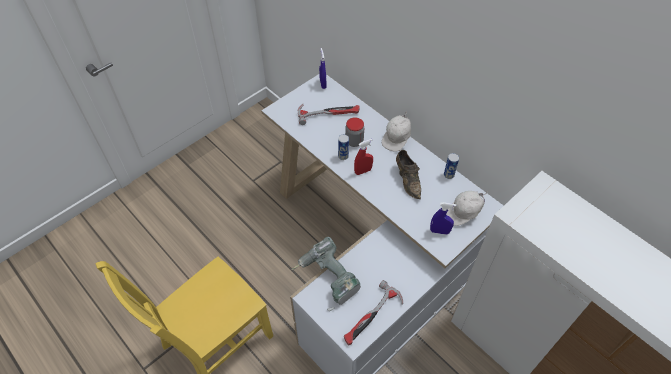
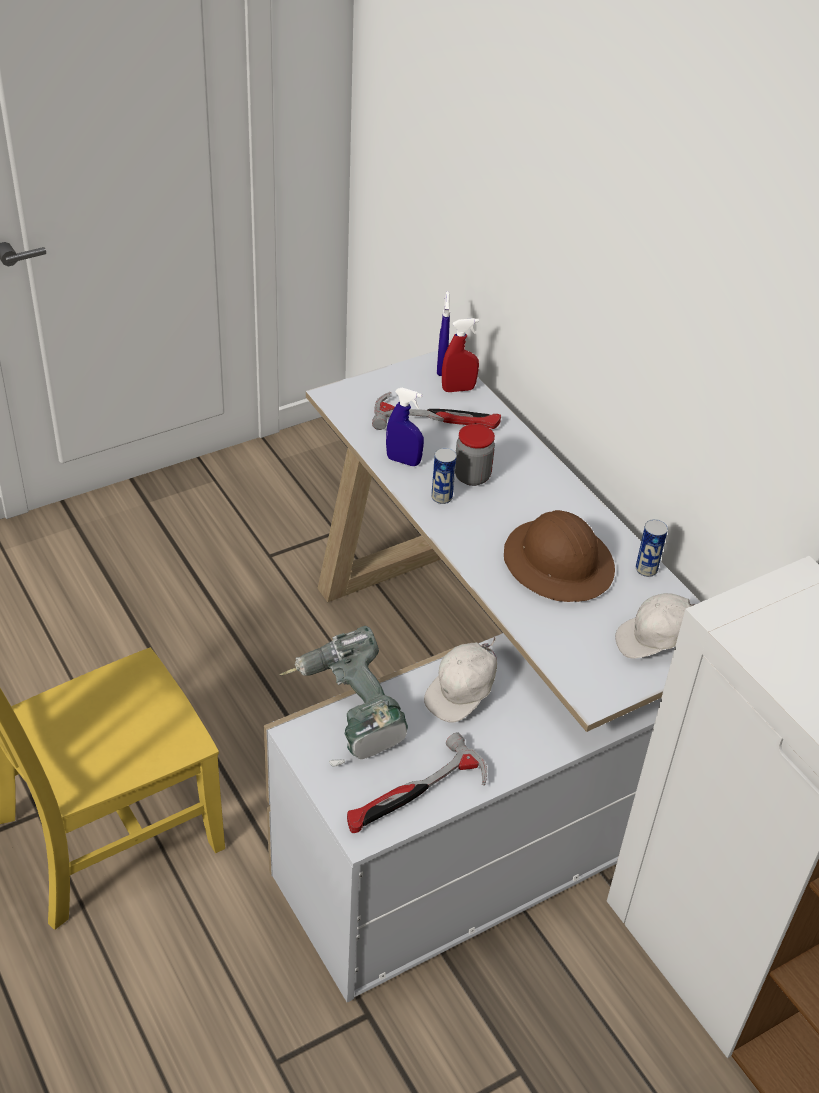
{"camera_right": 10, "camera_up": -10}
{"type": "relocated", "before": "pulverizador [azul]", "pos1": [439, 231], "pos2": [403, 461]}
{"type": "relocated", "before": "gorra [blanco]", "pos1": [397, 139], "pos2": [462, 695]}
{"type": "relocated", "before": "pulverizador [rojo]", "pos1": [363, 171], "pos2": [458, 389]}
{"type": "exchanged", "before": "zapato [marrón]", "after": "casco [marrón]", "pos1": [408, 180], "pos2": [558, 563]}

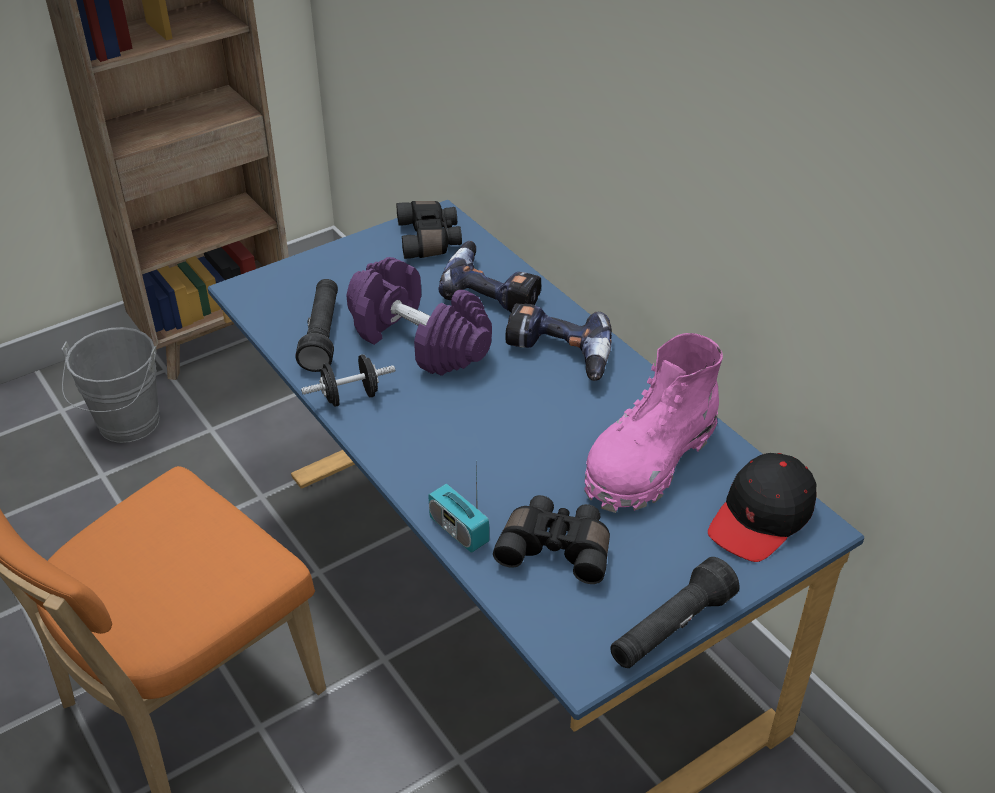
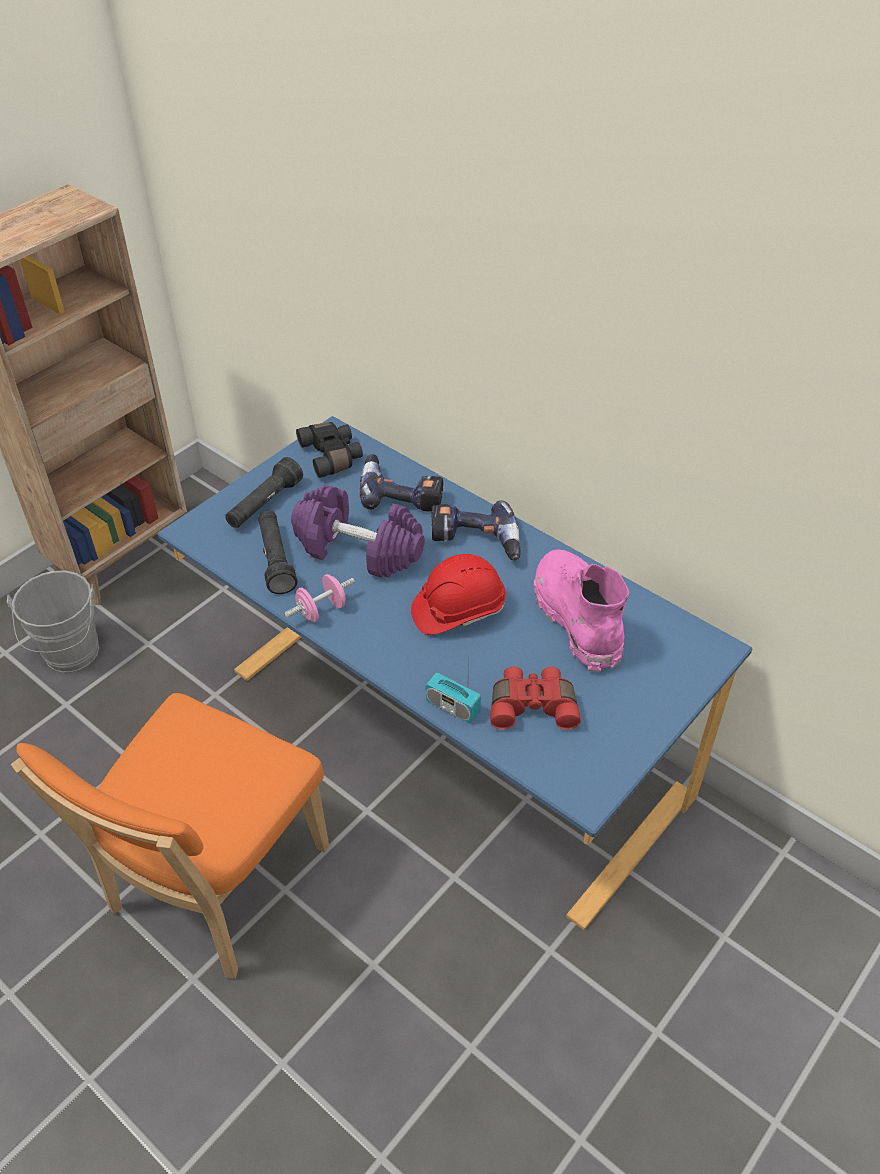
{"camera_right": -15, "camera_up": 5}
{"type": "relocated", "before": "linterna [negro]", "pos1": [670, 629], "pos2": [264, 504]}
{"type": "colour", "before": "mancuerna [negro]", "after": "mancuerna [rosa]", "pos1": [350, 397], "pos2": [321, 610]}
{"type": "appeared", "after": "casco [rojo]", "pos2": [458, 610]}
{"type": "colour", "before": "prismáticos [negro]", "after": "prismáticos [rojo]", "pos1": [556, 548], "pos2": [533, 705]}
{"type": "spun", "before": "bota [rosa]", "pos1": [649, 461], "pos2": [577, 619], "turn": 135}
{"type": "missing", "before": "gorra [negro]", "pos1": [761, 518]}

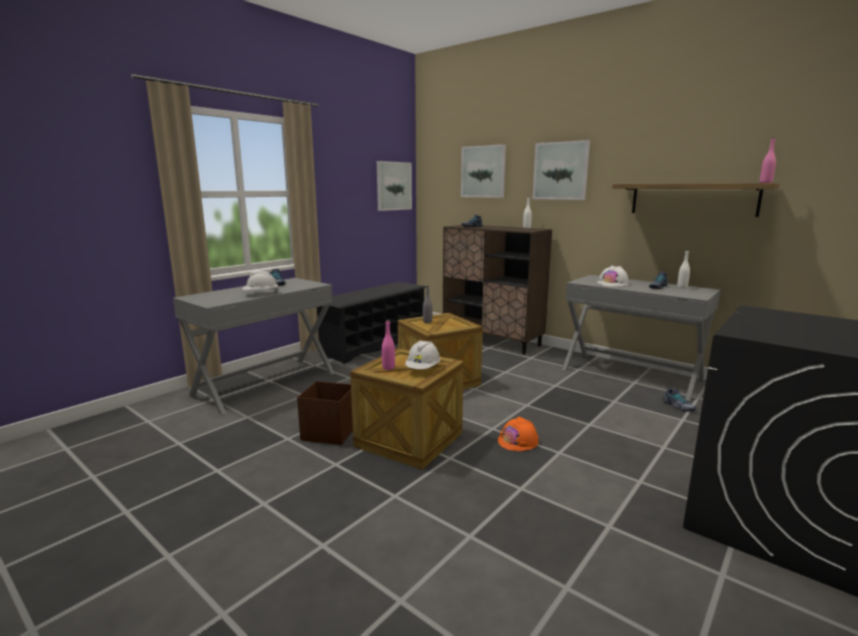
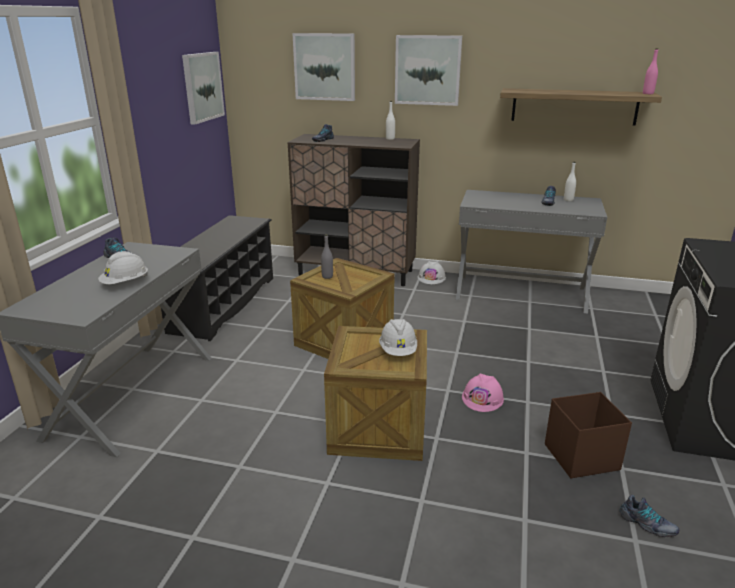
{"camera_right": -25, "camera_up": 10}
{"type": "relocated", "before": "casco [blanco]", "pos1": [612, 283], "pos2": [431, 278]}
{"type": "colour", "before": "casco [naranja]", "after": "casco [rosa]", "pos1": [518, 441], "pos2": [482, 398]}
{"type": "relocated", "before": "caja de almacenaje [marrón]", "pos1": [329, 432], "pos2": [580, 457]}
{"type": "relocated", "before": "zapato", "pos1": [678, 406], "pos2": [647, 524]}
{"type": "missing", "before": "botella [rosa]", "pos1": [388, 368]}

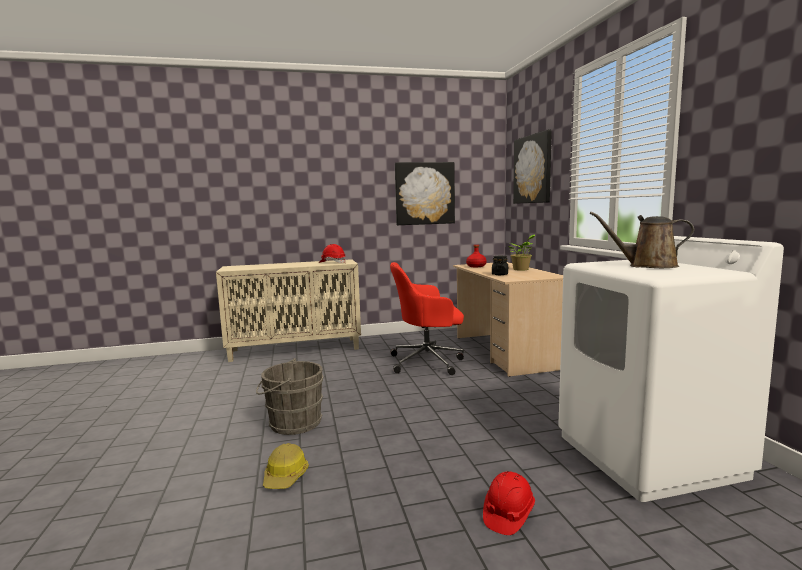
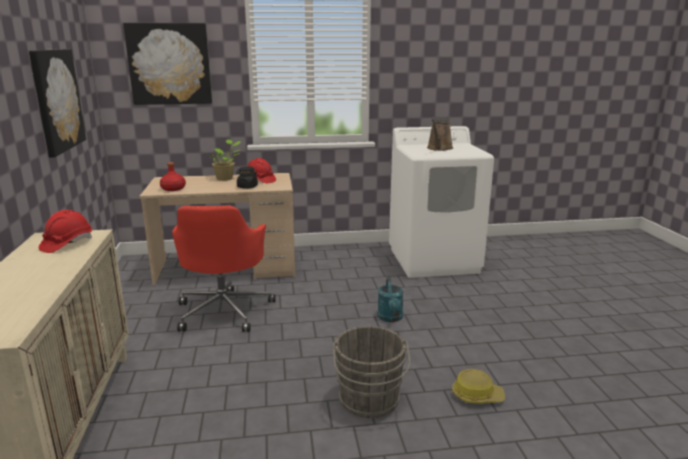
{"camera_right": -85, "camera_up": 10}
{"type": "relocated", "before": "casco [rojo]", "pos1": [508, 514], "pos2": [260, 180]}
{"type": "appeared", "after": "regadera [turquesa]", "pos2": [391, 318]}

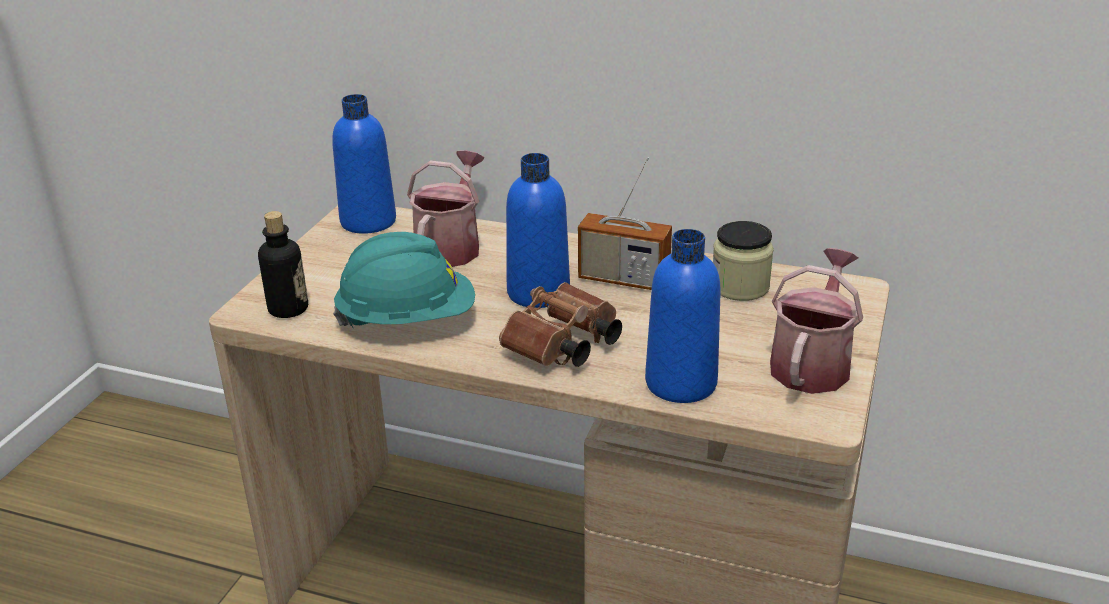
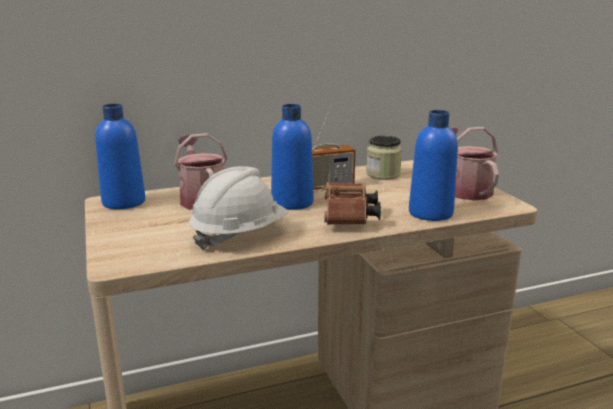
{"camera_right": -40, "camera_up": -10}
{"type": "colour", "before": "casco [turquesa]", "after": "casco [blanco]", "pos1": [408, 320], "pos2": [239, 235]}
{"type": "missing", "before": "botella", "pos1": [288, 309]}

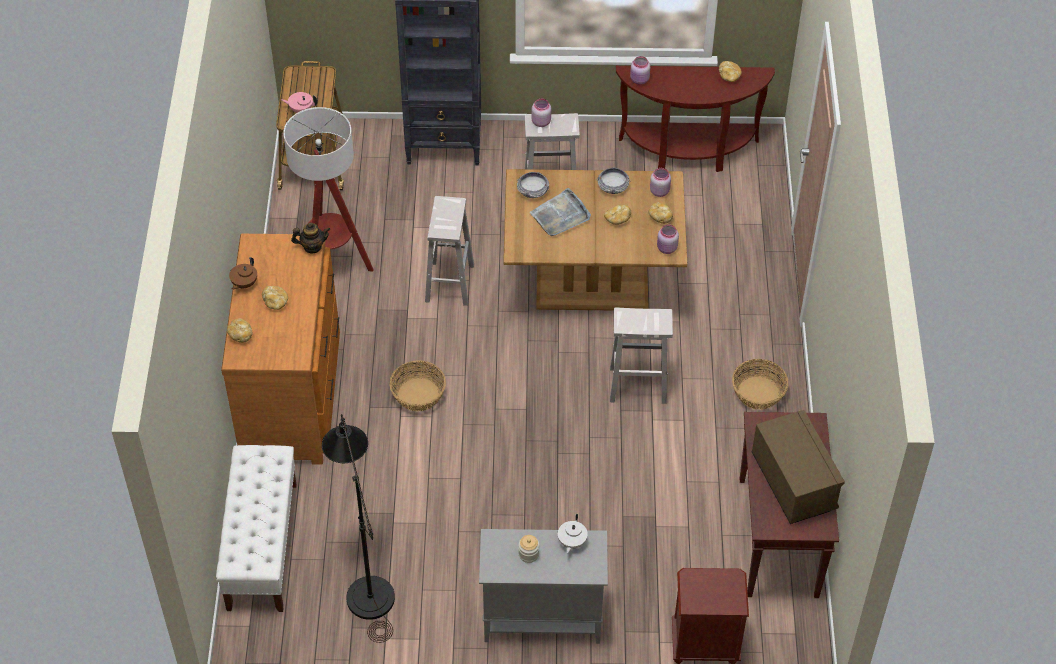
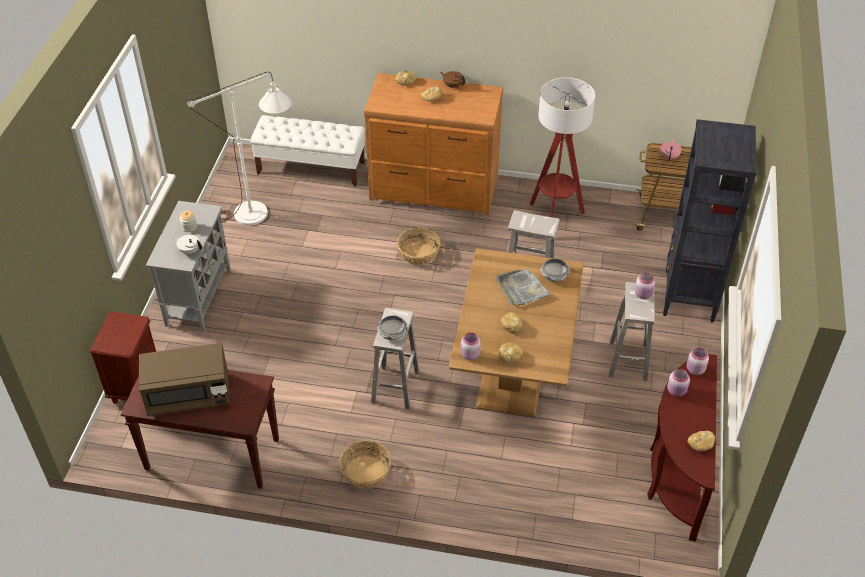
{"camera_right": 100, "camera_up": -5}
{"type": "colour", "before": "lámpara de pie [negro]", "after": "lámpara de pie [blanco]", "pos1": [367, 586], "pos2": [261, 213]}
{"type": "relocated", "before": "cuenco", "pos1": [613, 186], "pos2": [392, 333]}
{"type": "relocated", "before": "tarro [rosa]", "pos1": [659, 191], "pos2": [677, 391]}
{"type": "missing", "before": "tetera", "pos1": [312, 247]}

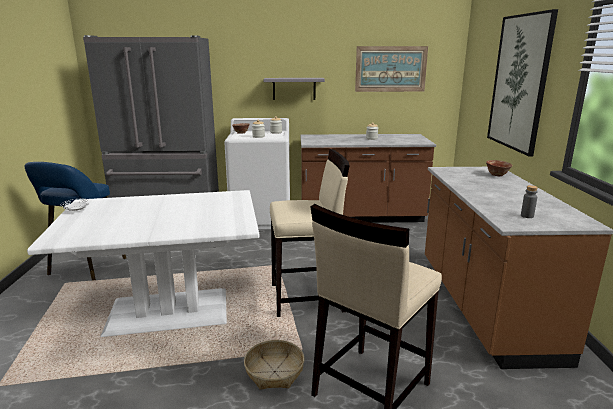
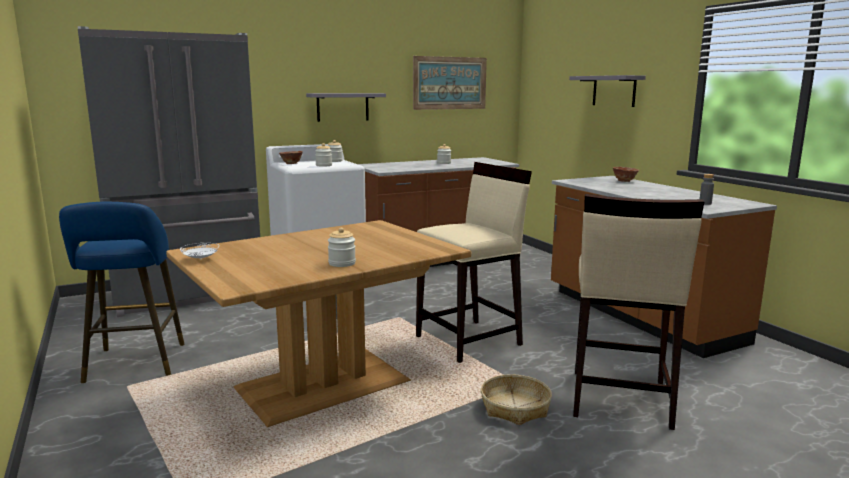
{"camera_right": -25, "camera_up": -5}
{"type": "colour", "before": "mesa de comedor [blanco]", "after": "mesa de comedor [marrón]", "pos1": [169, 312], "pos2": [324, 385]}
{"type": "appeared", "after": "tarro", "pos2": [342, 263]}
{"type": "exchanged", "before": "cuadro", "after": "estante [gris]", "pos1": [519, 83], "pos2": [614, 91]}

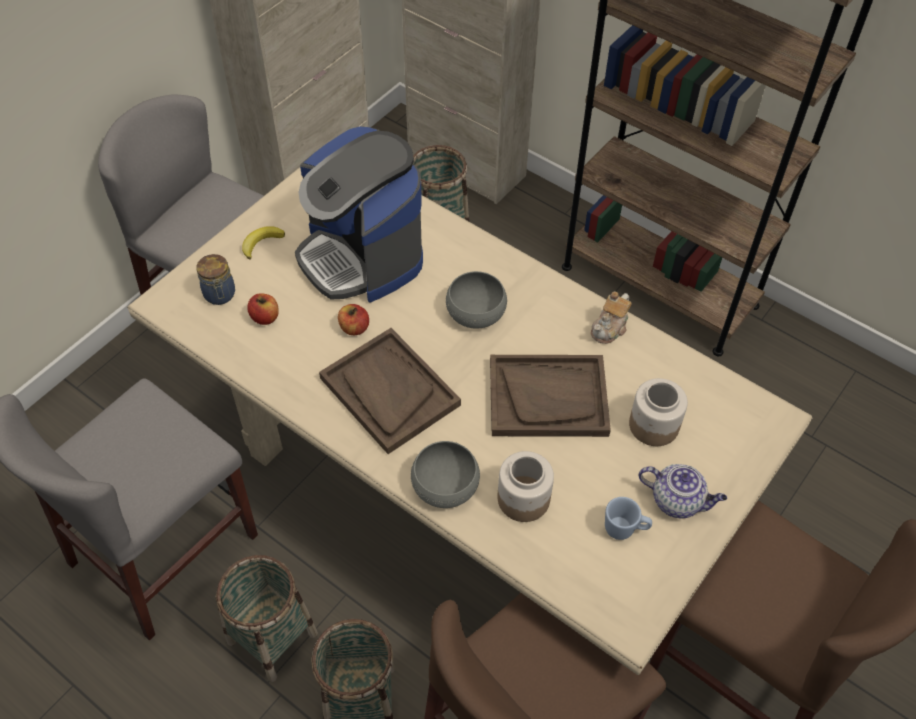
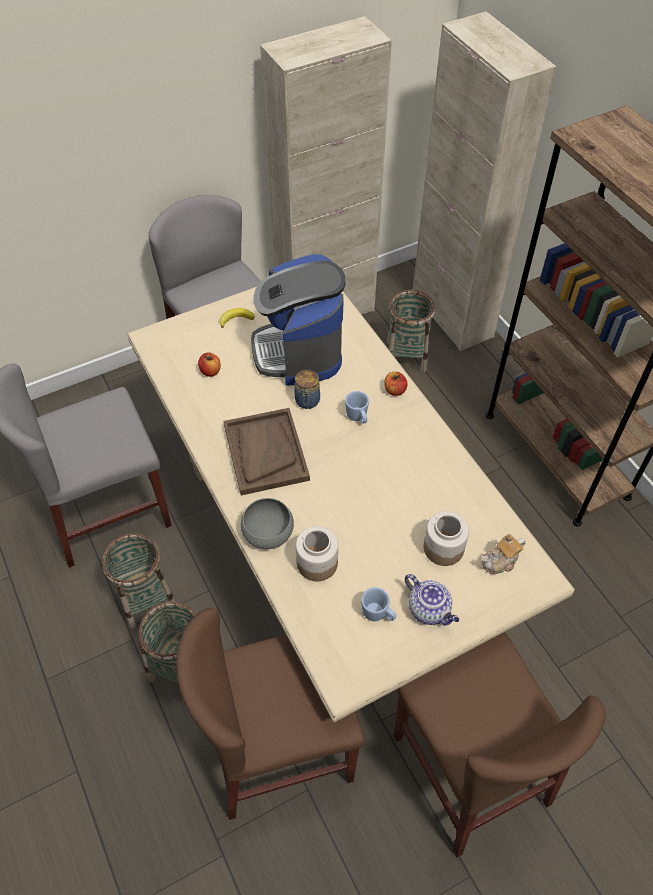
{"camera_right": 25, "camera_up": 0}
{"type": "relocated", "before": "tarro", "pos1": [220, 295], "pos2": [307, 401]}
{"type": "exchanged", "before": "cuenco [gris]", "after": "taza grande [azul]", "pos1": [476, 311], "pos2": [358, 417]}
{"type": "relocated", "before": "manzana", "pos1": [354, 328], "pos2": [394, 390]}
{"type": "relocated", "before": "tetera", "pos1": [610, 328], "pos2": [500, 561]}
{"type": "missing", "before": "bandeja [marrón]", "pos1": [548, 397]}

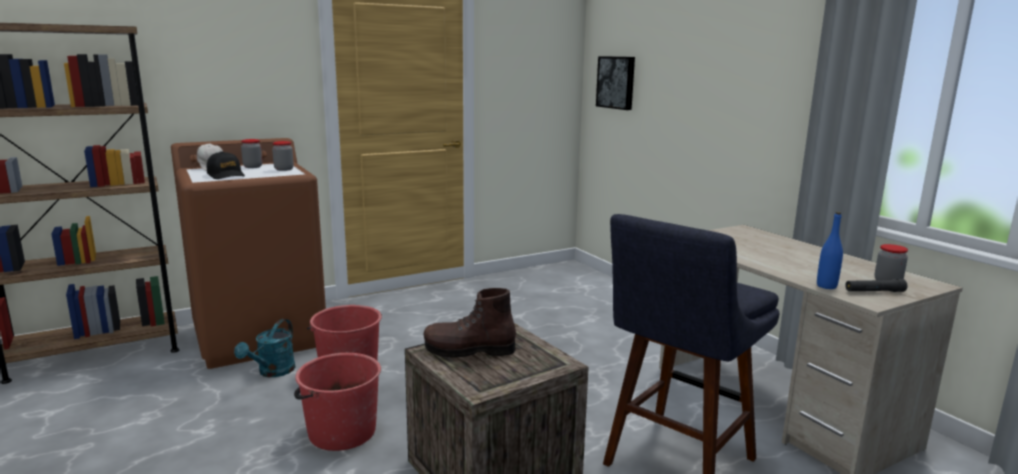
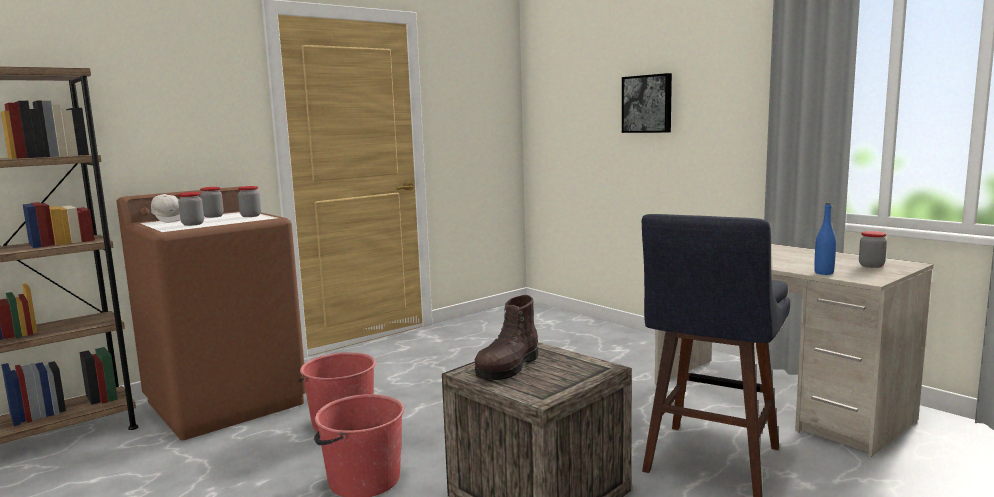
{"camera_right": -10, "camera_up": -5}
{"type": "exchanged", "before": "gorra [negro]", "after": "tarro", "pos1": [226, 175], "pos2": [193, 224]}
{"type": "spun", "before": "bota [marrón]", "pos1": [469, 350], "pos2": [508, 368], "turn": -45}
{"type": "relocated", "before": "cuadro", "pos1": [617, 82], "pos2": [647, 104]}
{"type": "missing", "before": "regadera [turquesa]", "pos1": [272, 372]}
{"type": "missing", "before": "linterna [negro]", "pos1": [874, 291]}

